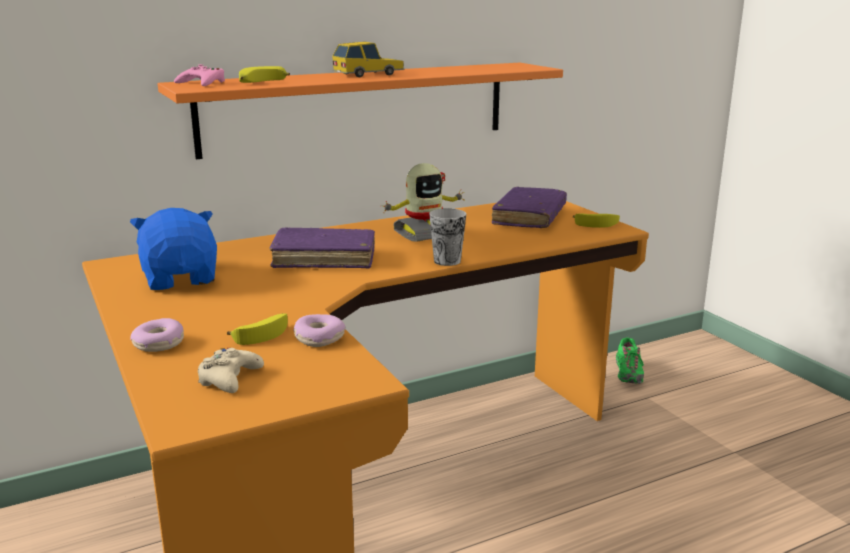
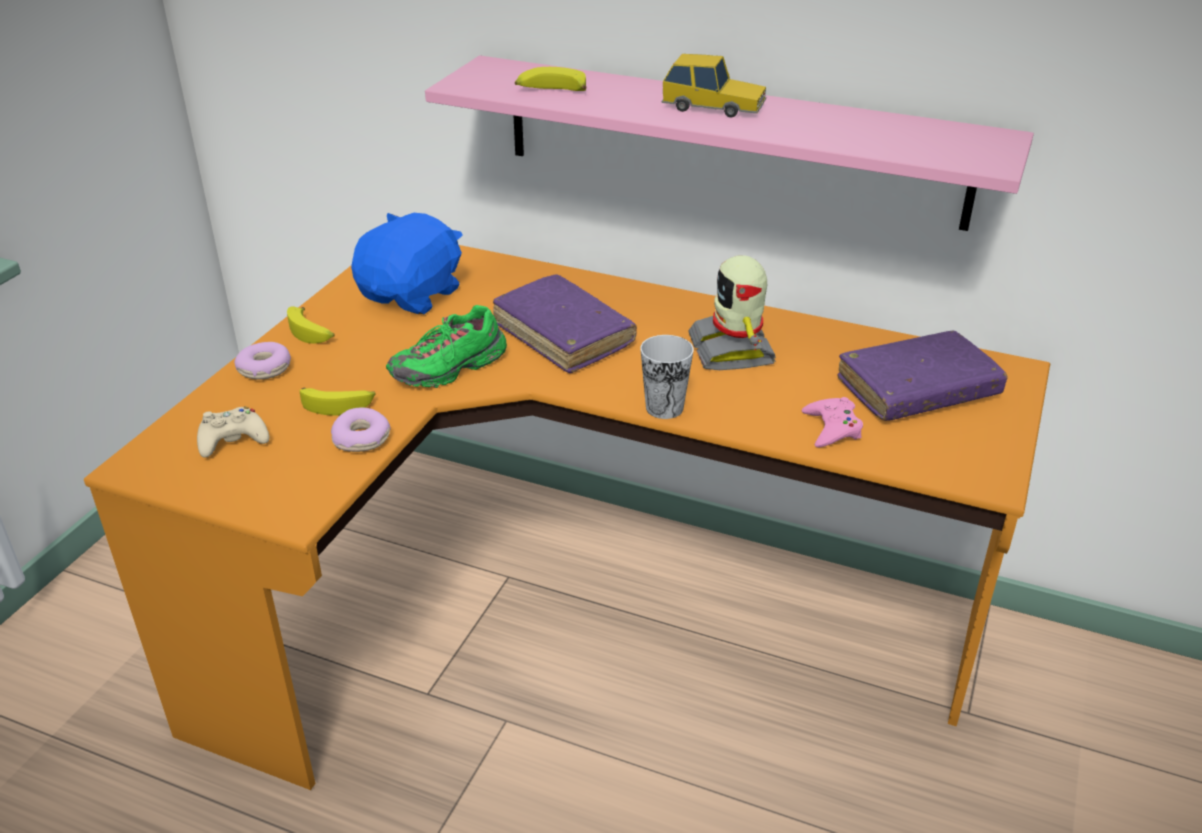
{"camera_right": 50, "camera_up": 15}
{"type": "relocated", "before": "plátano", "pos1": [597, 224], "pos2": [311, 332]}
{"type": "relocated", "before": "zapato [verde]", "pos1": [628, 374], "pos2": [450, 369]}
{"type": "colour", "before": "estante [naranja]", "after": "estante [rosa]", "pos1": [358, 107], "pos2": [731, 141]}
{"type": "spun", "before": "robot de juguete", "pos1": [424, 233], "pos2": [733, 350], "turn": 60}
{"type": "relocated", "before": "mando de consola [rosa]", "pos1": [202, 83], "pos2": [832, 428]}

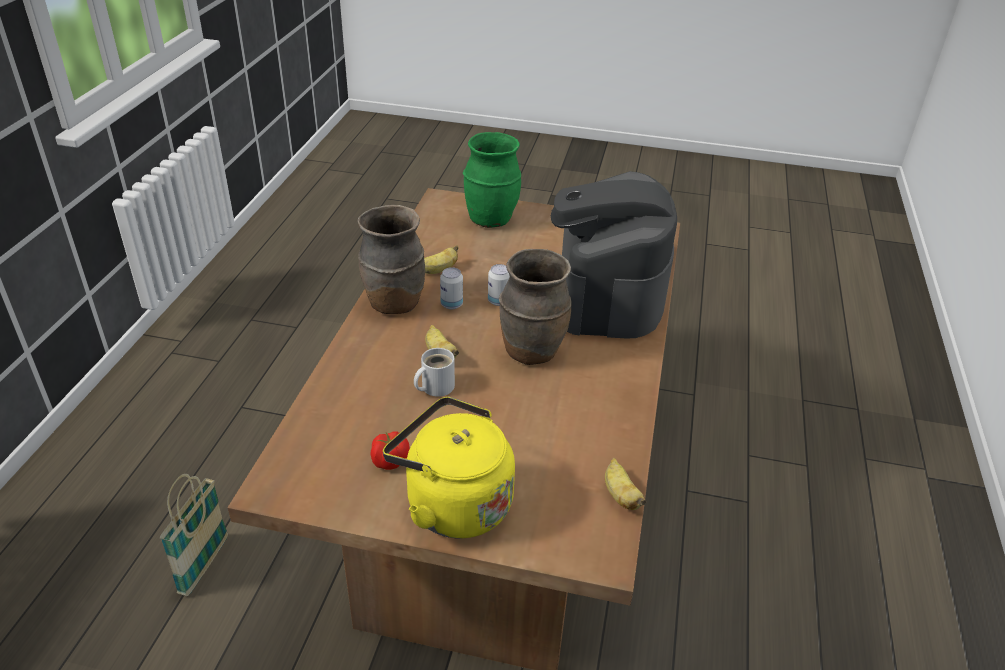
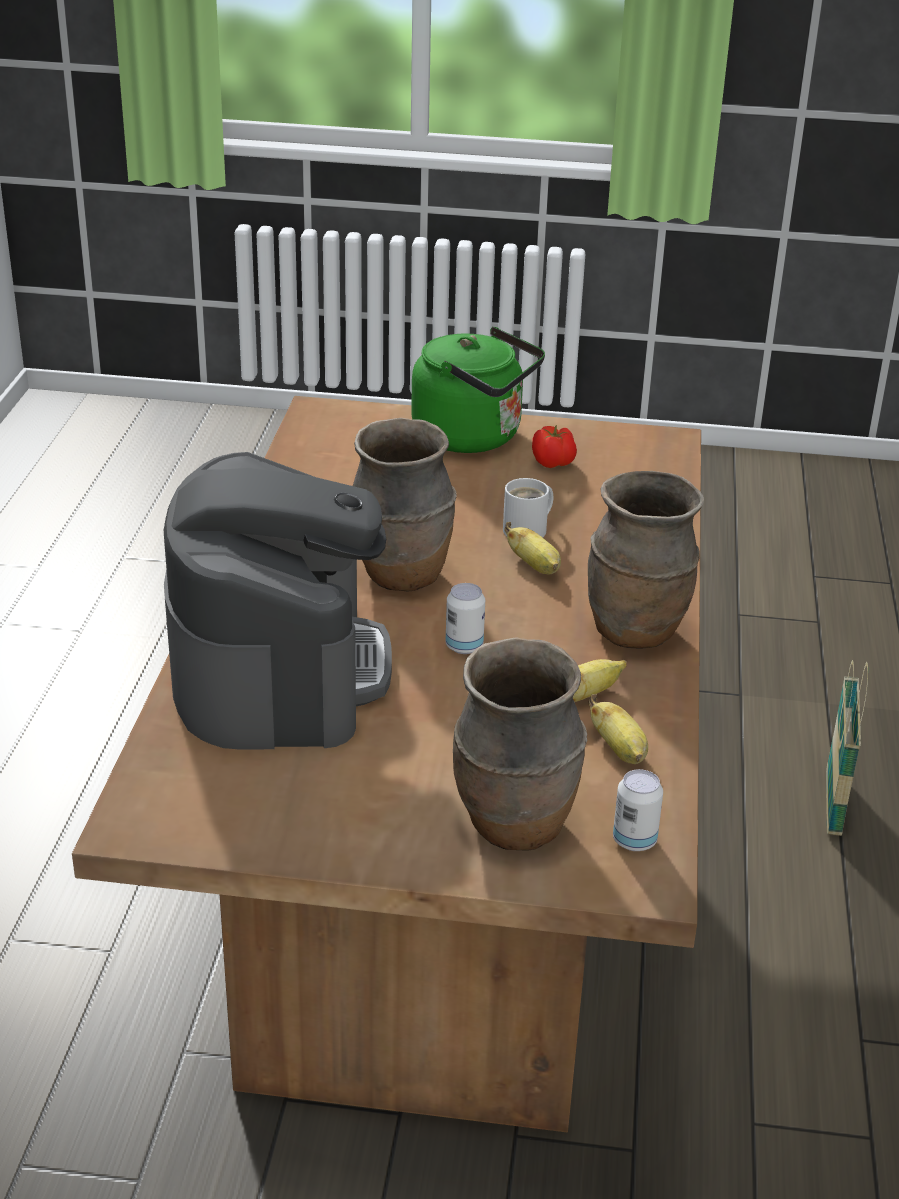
{"camera_right": 175, "camera_up": -5}
{"type": "colour", "before": "hervidor [amarillo]", "after": "hervidor [verde]", "pos1": [453, 503], "pos2": [474, 437]}
{"type": "colour", "before": "florero [verde]", "after": "florero [marrón]", "pos1": [491, 219], "pos2": [514, 826]}
{"type": "relocated", "before": "plátano", "pos1": [620, 495], "pos2": [619, 750]}
{"type": "relocated", "before": "lata", "pos1": [451, 304], "pos2": [634, 841]}

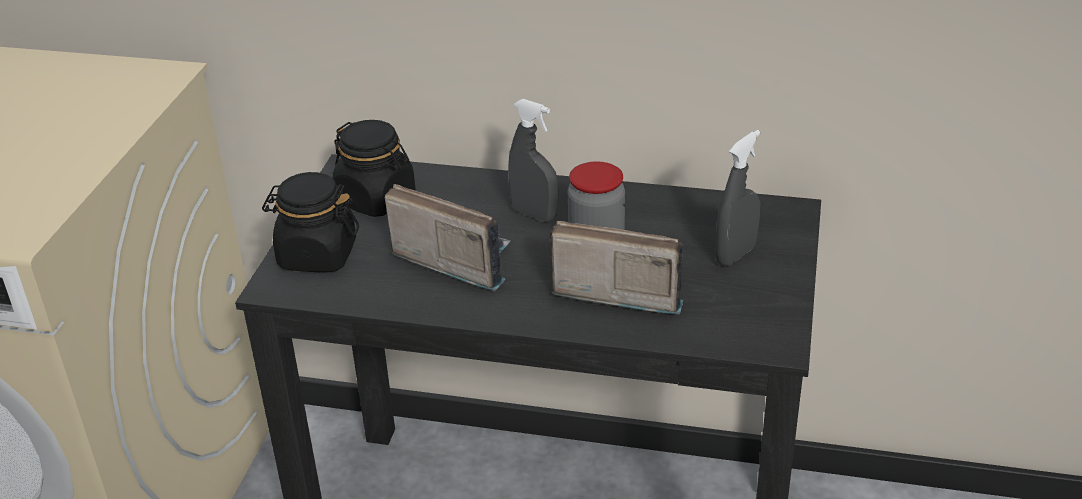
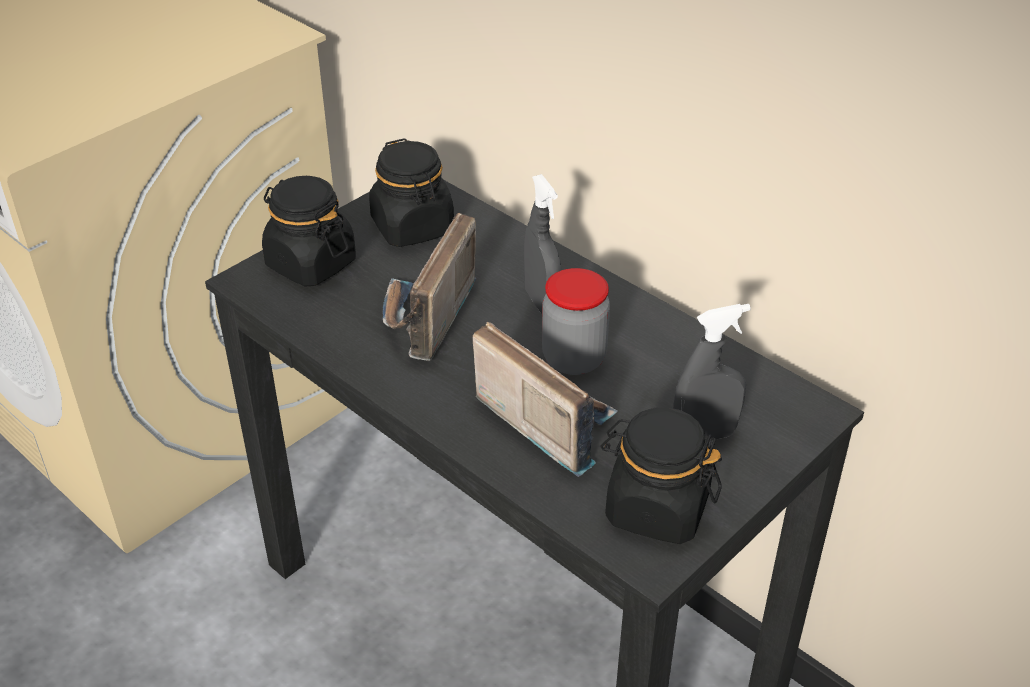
{"camera_right": 30, "camera_up": 5}
{"type": "spun", "before": "radio", "pos1": [454, 259], "pos2": [423, 319], "turn": -135}
{"type": "appeared", "after": "tarro [negro]", "pos2": [656, 508]}

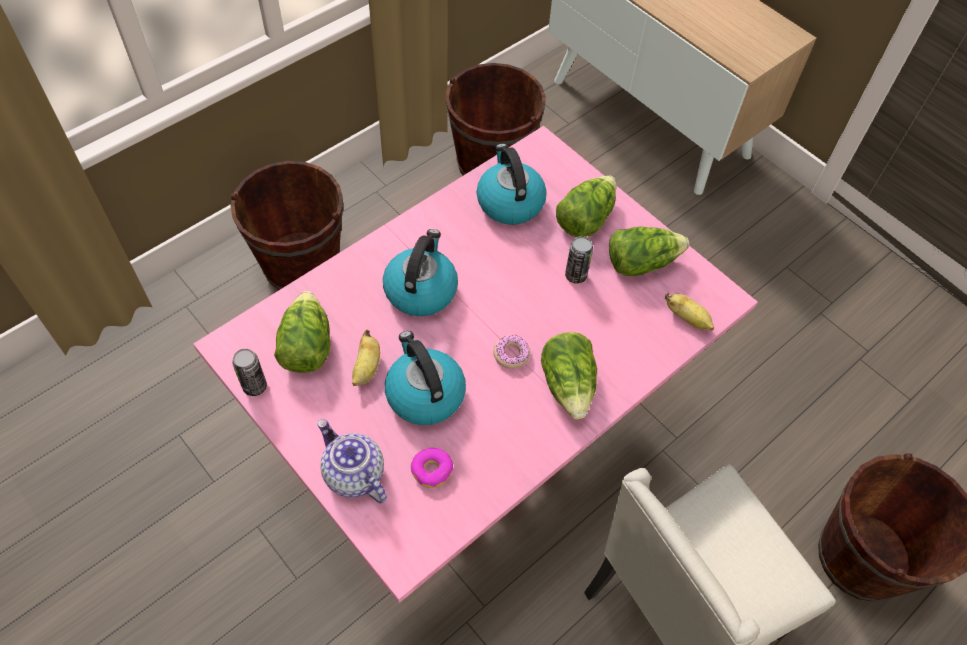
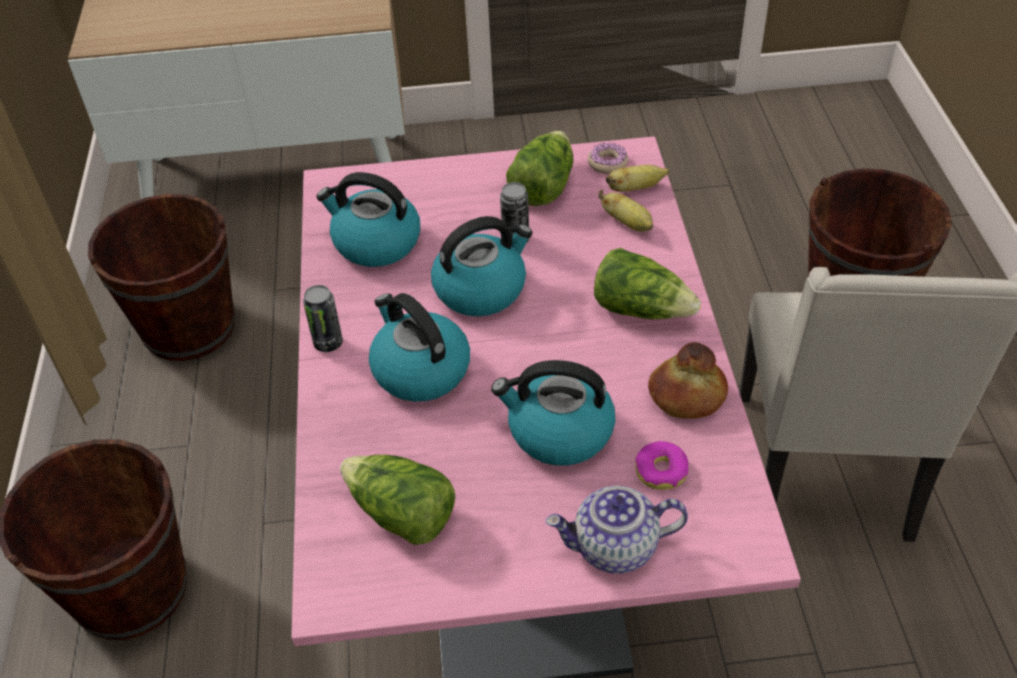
{"camera_right": -50, "camera_up": -10}
{"type": "relocated", "before": "lata", "pos1": [254, 386], "pos2": [328, 343]}
{"type": "appeared", "after": "hervidor", "pos2": [481, 289]}
{"type": "relocated", "before": "rosquilla", "pos1": [511, 354], "pos2": [607, 163]}
{"type": "relocated", "before": "plátano", "pos1": [366, 368], "pos2": [628, 224]}
{"type": "appeared", "after": "pan", "pos2": [686, 395]}
{"type": "missing", "before": "lechuga", "pos1": [585, 218]}

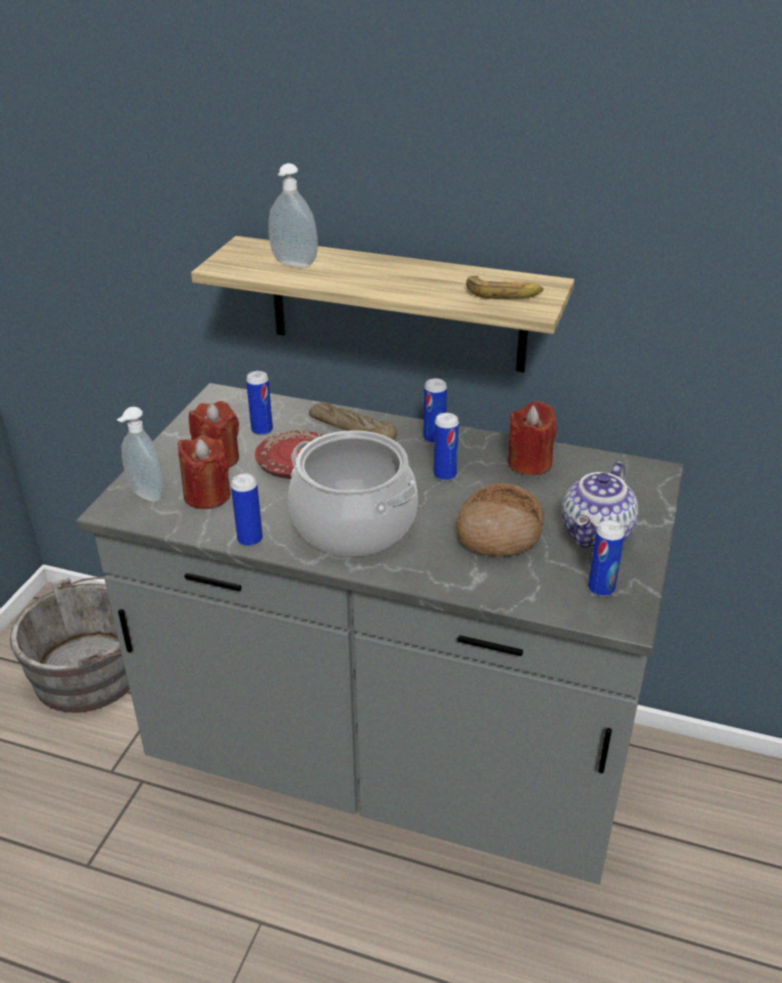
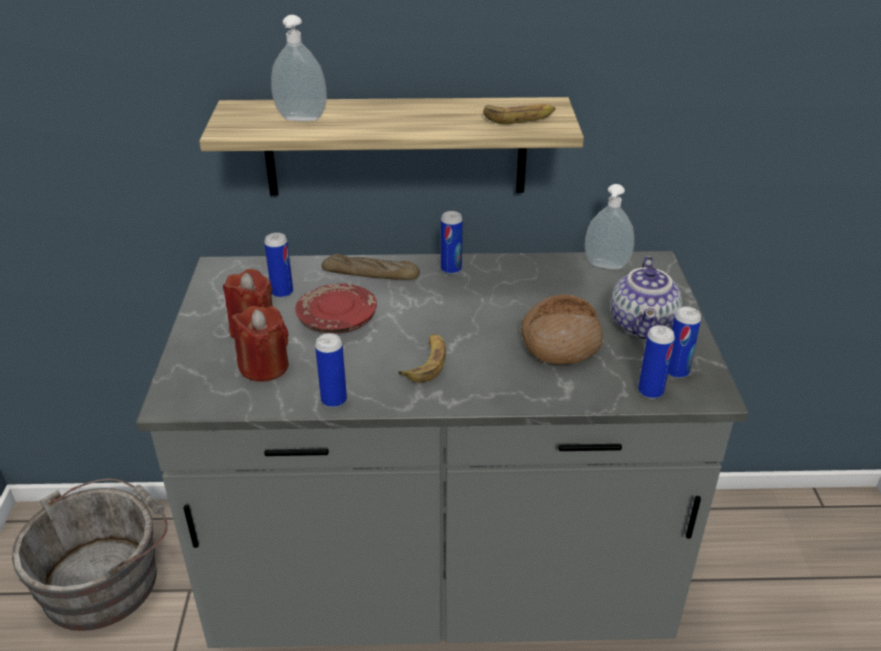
{"camera_right": -20, "camera_up": 0}
{"type": "exchanged", "before": "olla", "after": "plátano", "pos1": [354, 524], "pos2": [426, 362]}
{"type": "relocated", "before": "dispensador de jabón", "pos1": [145, 496], "pos2": [605, 266]}
{"type": "relocated", "before": "lata", "pos1": [445, 475], "pos2": [650, 392]}
{"type": "missing", "before": "vela [rojo]", "pos1": [529, 463]}

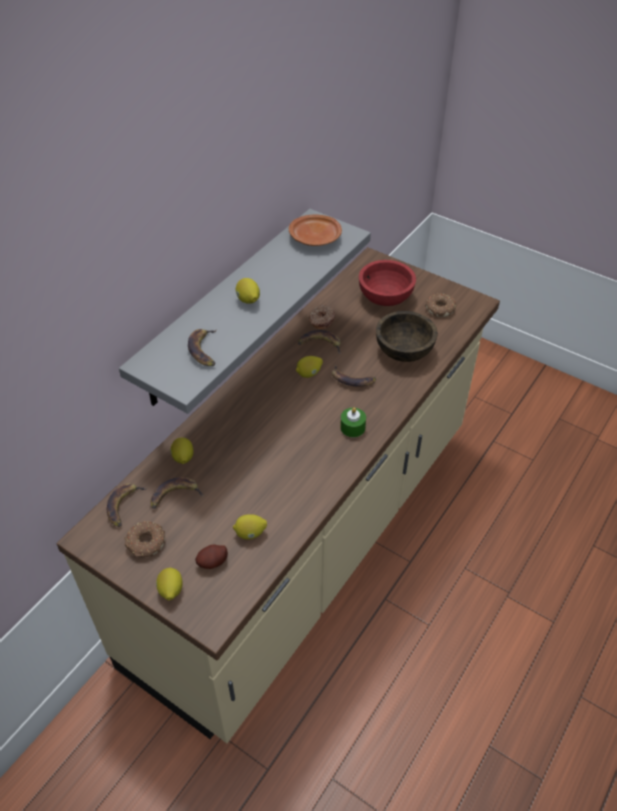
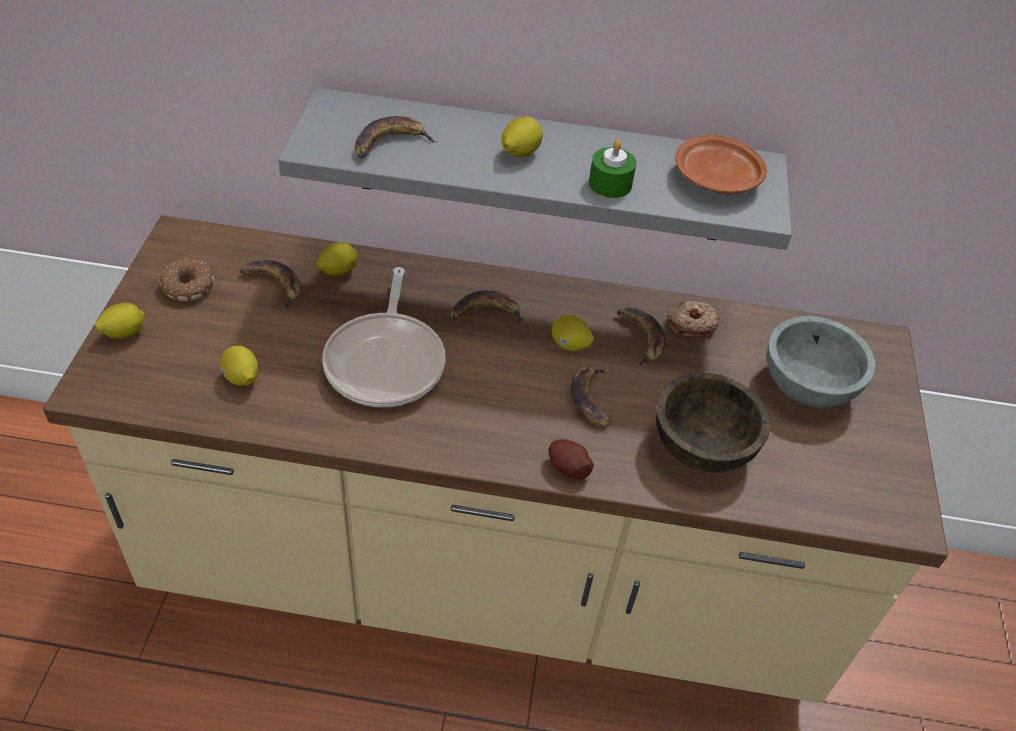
{"camera_right": 60, "camera_up": 0}
{"type": "appeared", "after": "sartén", "pos2": [386, 361]}
{"type": "relocated", "before": "plátano", "pos1": [124, 506], "pos2": [485, 314]}
{"type": "relocated", "before": "patata", "pos1": [212, 562], "pos2": [568, 468]}
{"type": "relocated", "before": "vela [verde]", "pos1": [352, 427], "pos2": [610, 184]}
{"type": "colour", "before": "cuenco [rojo]", "after": "cuenco [gris]", "pos1": [385, 297], "pos2": [808, 385]}
{"type": "missing", "before": "rosquilla", "pos1": [440, 308]}

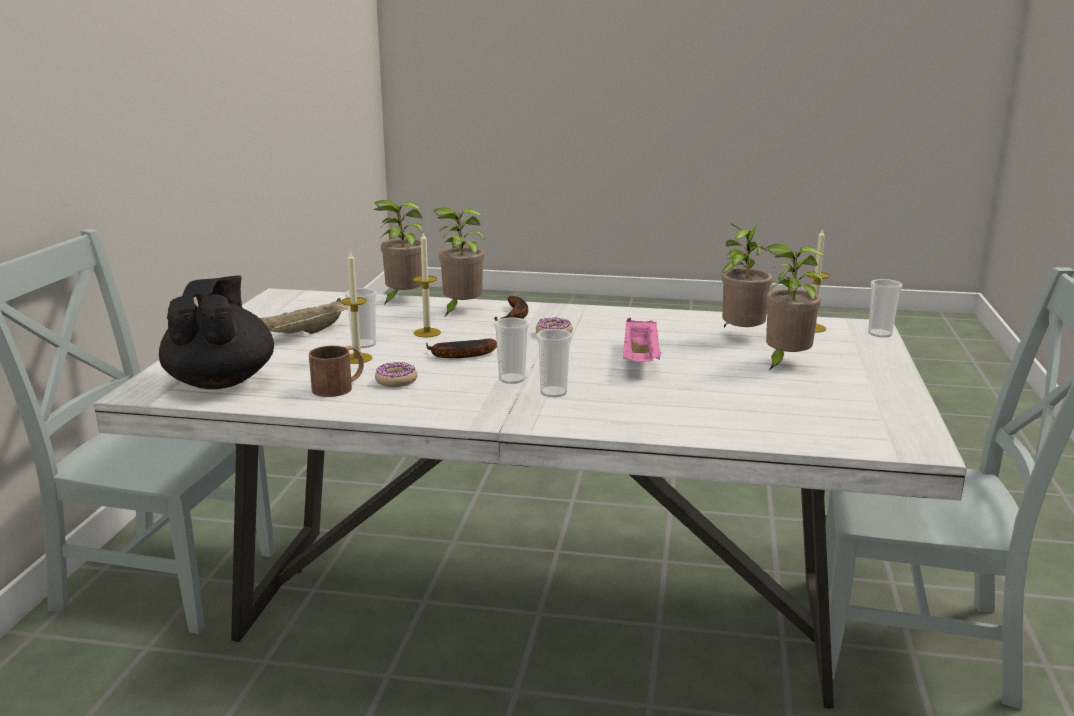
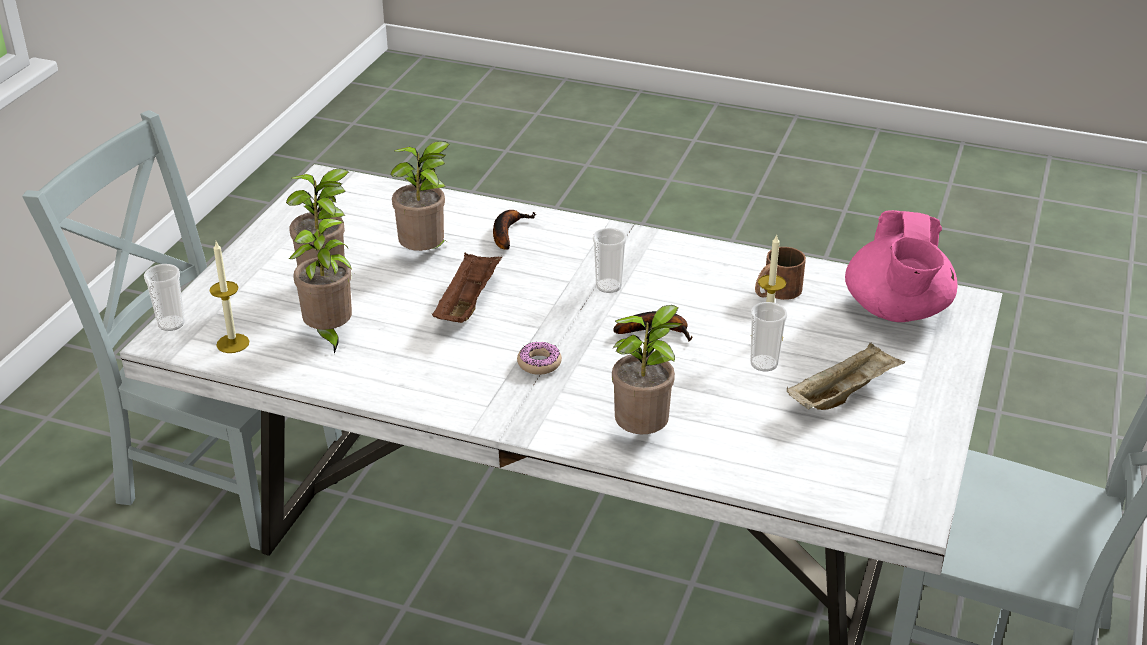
{"camera_right": -170, "camera_up": 15}
{"type": "relocated", "before": "planta en maceta", "pos1": [402, 300], "pos2": [425, 254]}
{"type": "colour", "before": "bandeja [rosa]", "after": "bandeja [marrón]", "pos1": [641, 360], "pos2": [467, 303]}
{"type": "relocated", "before": "plátano", "pos1": [516, 316], "pos2": [507, 232]}
{"type": "colour", "before": "tetera [negro]", "after": "tetera [rosa]", "pos1": [221, 381], "pos2": [896, 311]}
{"type": "missing", "before": "rosquilla", "pos1": [396, 381]}
{"type": "missing", "before": "vela", "pos1": [427, 332]}
{"type": "missing", "before": "taza", "pos1": [553, 392]}

